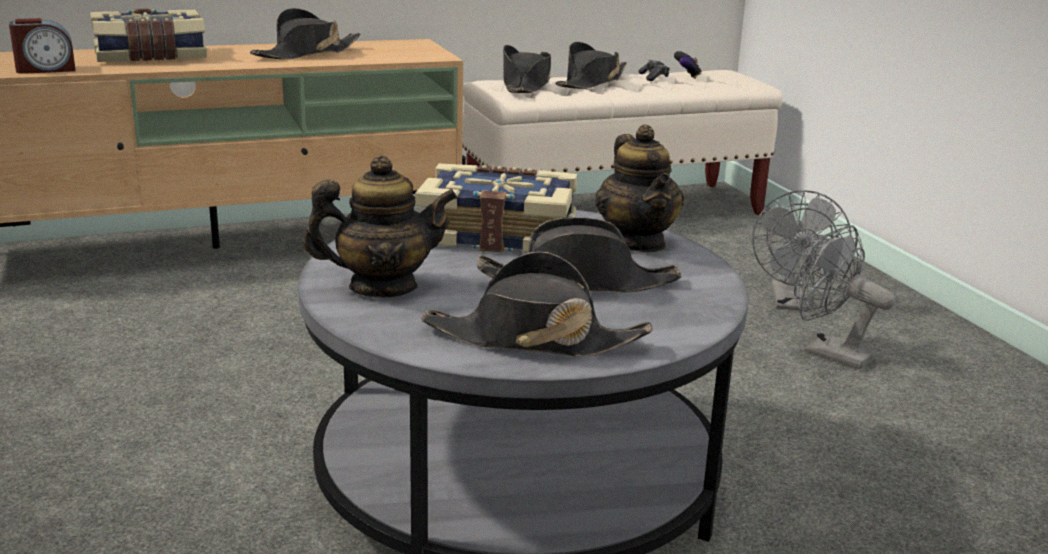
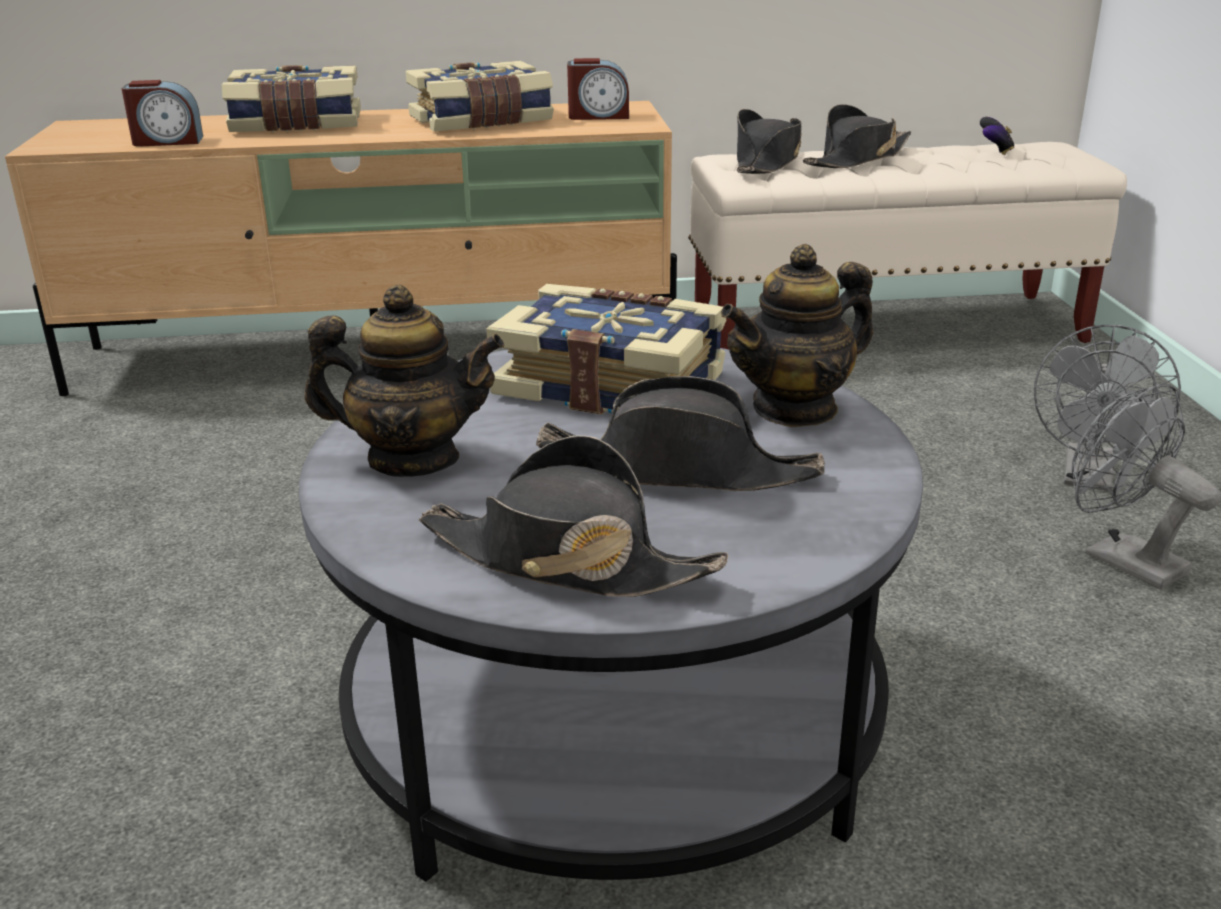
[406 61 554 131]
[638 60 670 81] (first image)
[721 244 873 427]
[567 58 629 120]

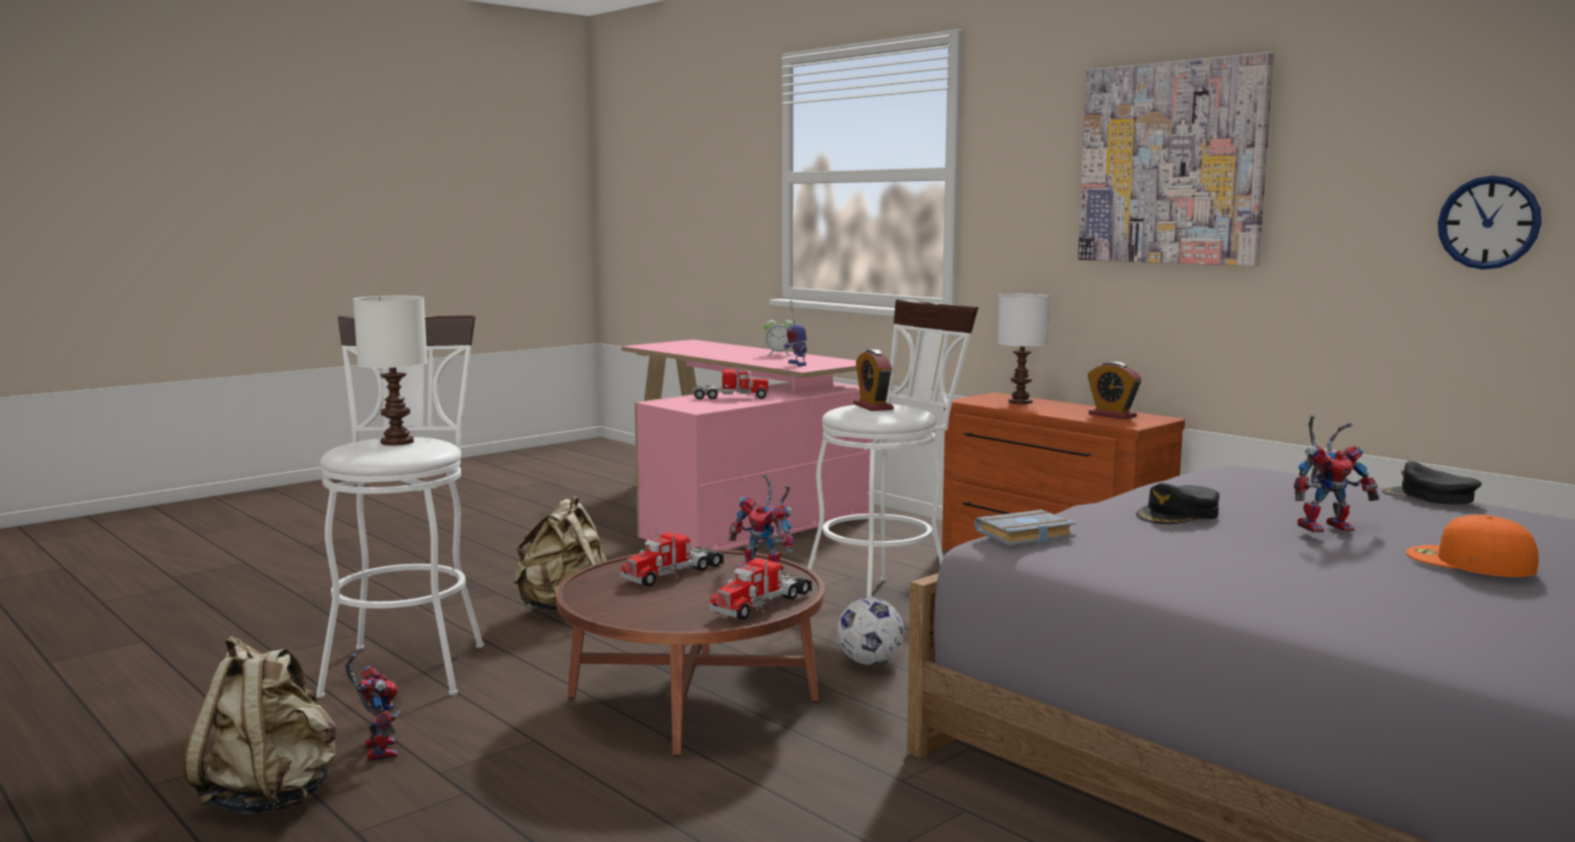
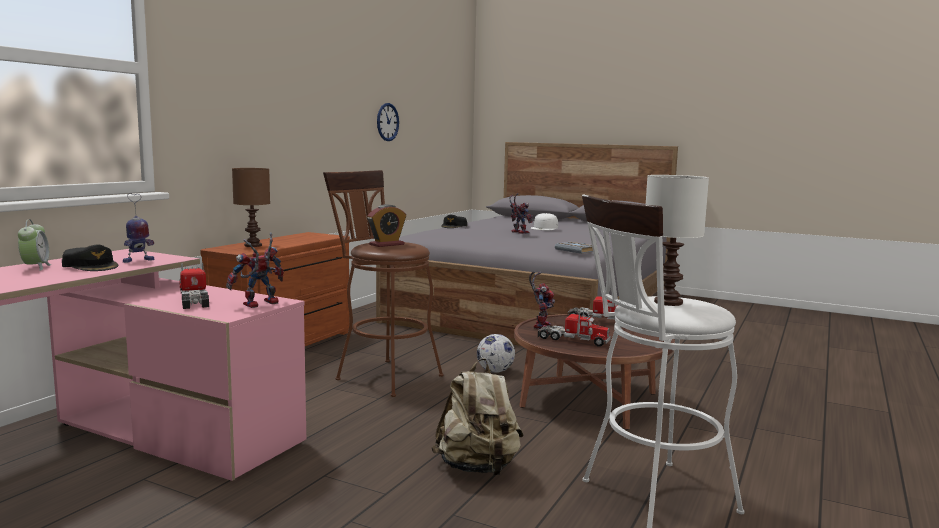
[1078 52 1274 266] (first image)
[232 168 270 247]
[323 170 444 397]
[1088 362 1142 419] (first image)
[62 244 119 271]
[531 213 558 230]
[184 636 336 814] (first image)
[226 233 284 308]

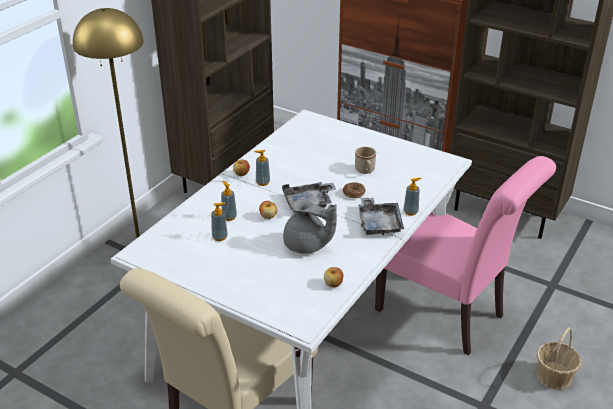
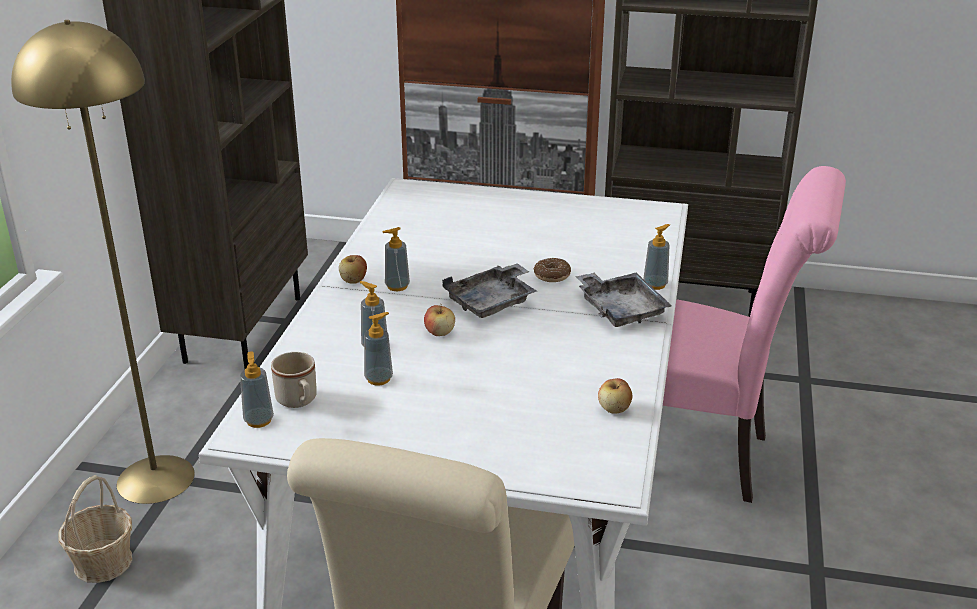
[271 352 317 408]
[283 199 337 254] (first image)
[58 475 132 583]
[240 351 274 428]

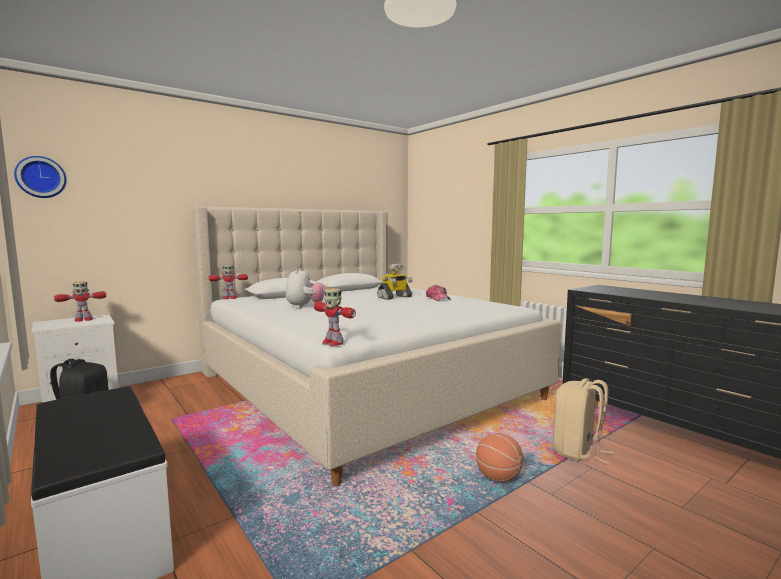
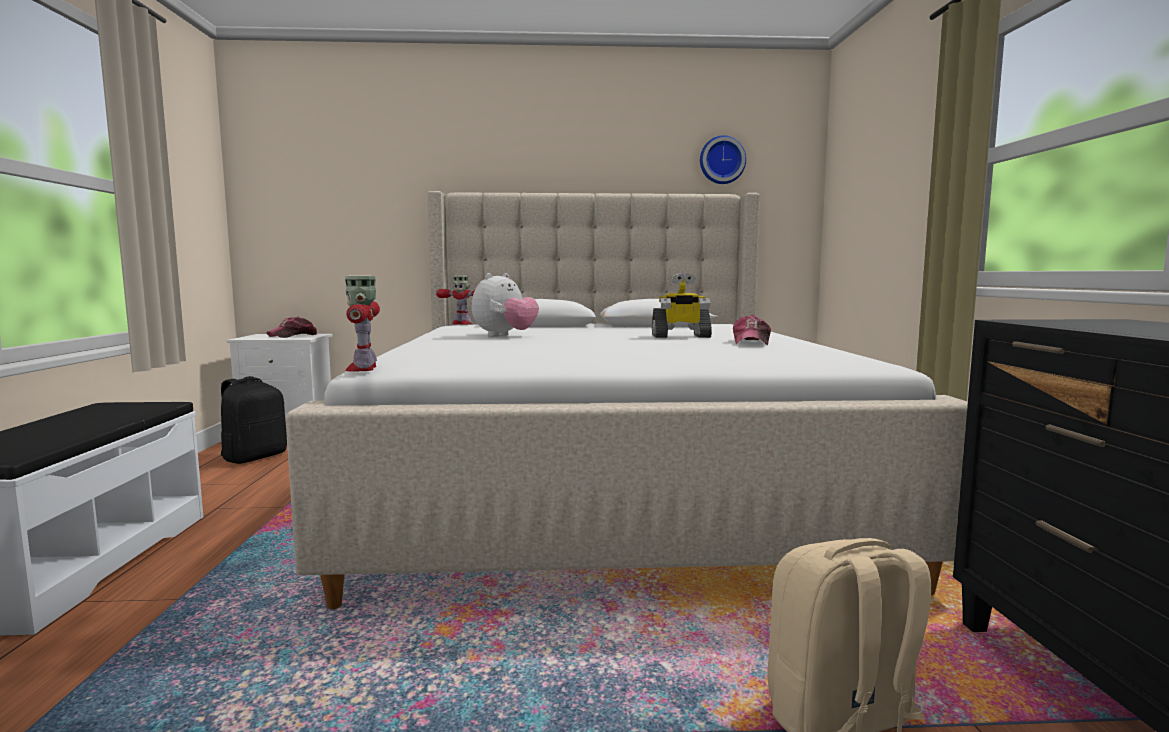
[700 135 746 184]
[267 317 317 338]
[476 433 523 482] (first image)

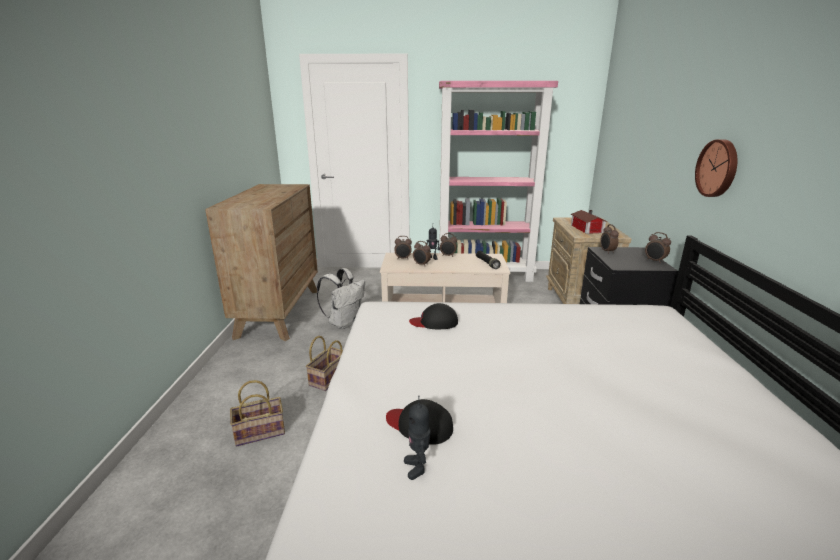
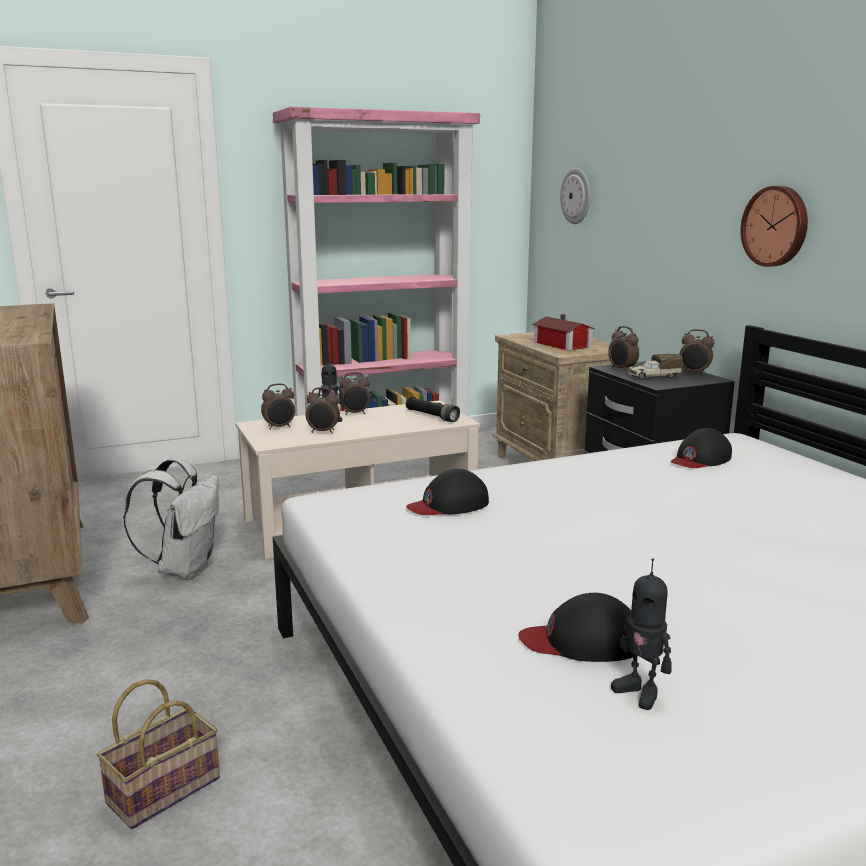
[306 336 343 391] (first image)
[560 168 591 224]
[628 354 683 380]
[671 428 732 468]

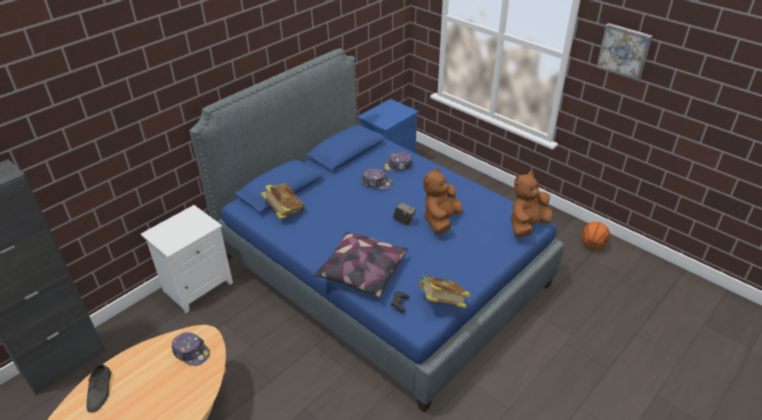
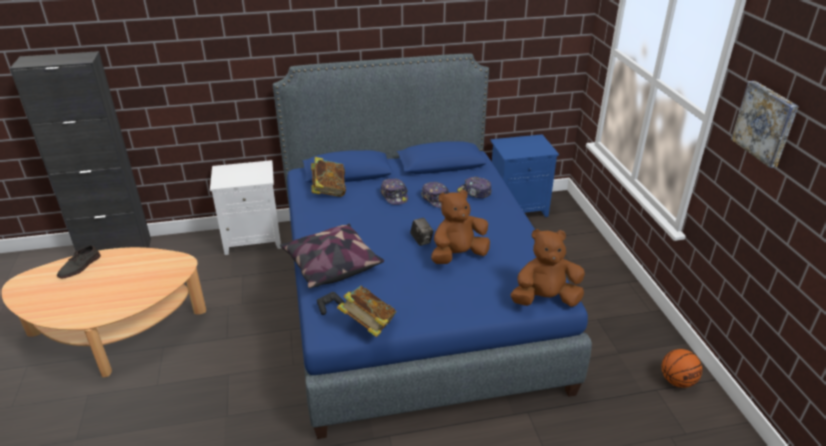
[380 178 408 205]

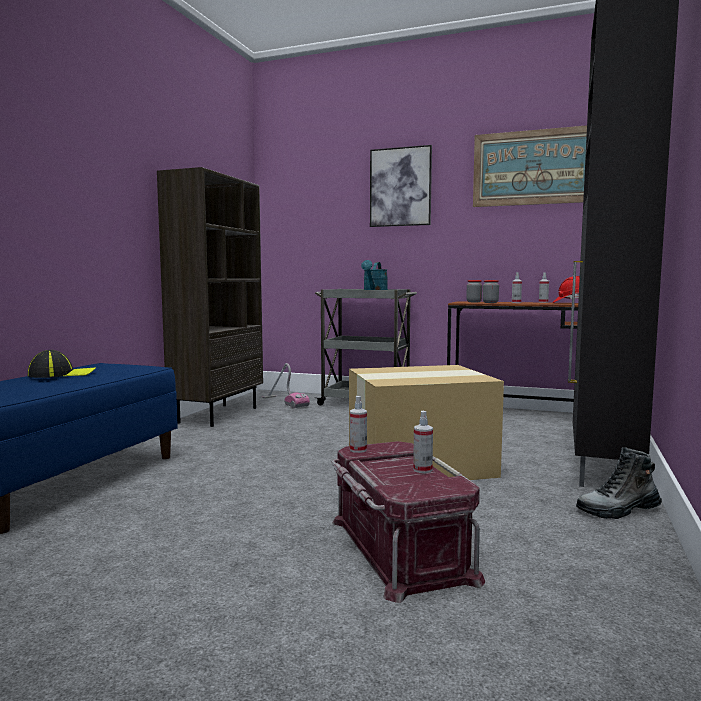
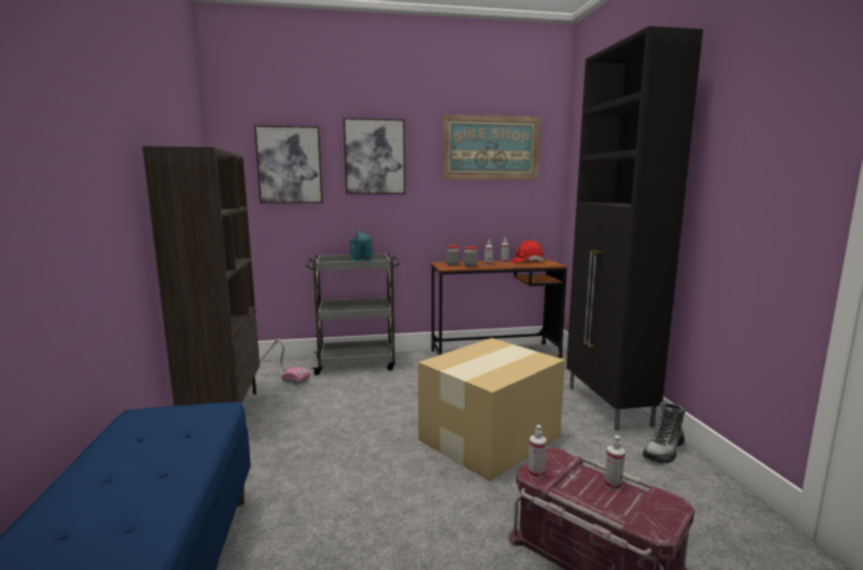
[28 350 96 378] (first image)
[254 125 323 203]

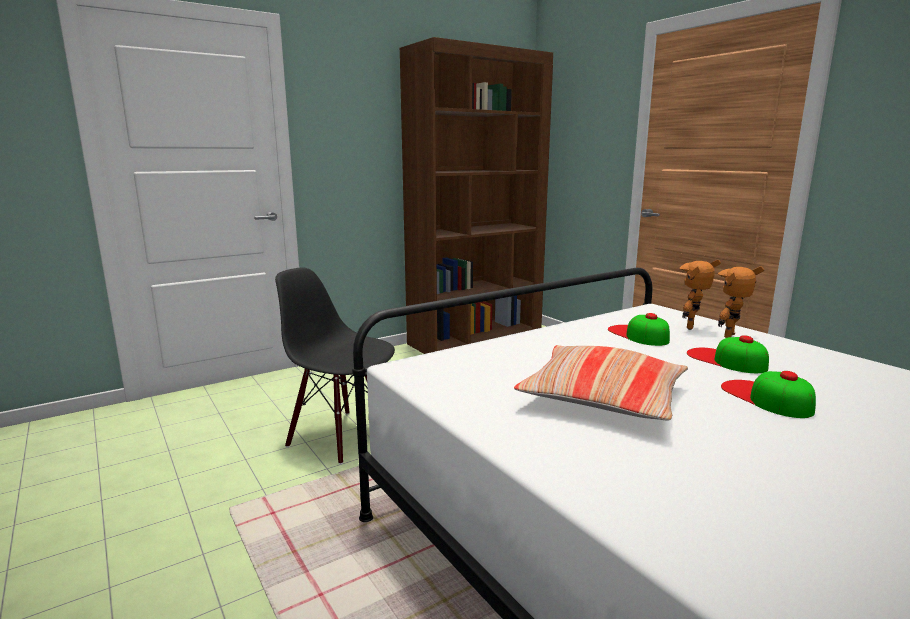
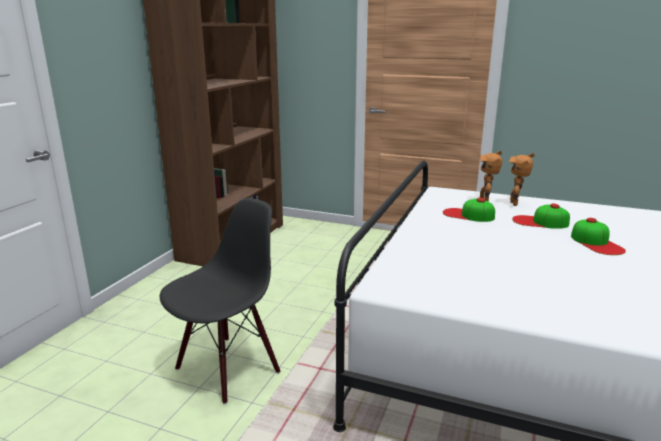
[160 198 280 405]
[514 345 688 421] (first image)
[571 218 626 255]

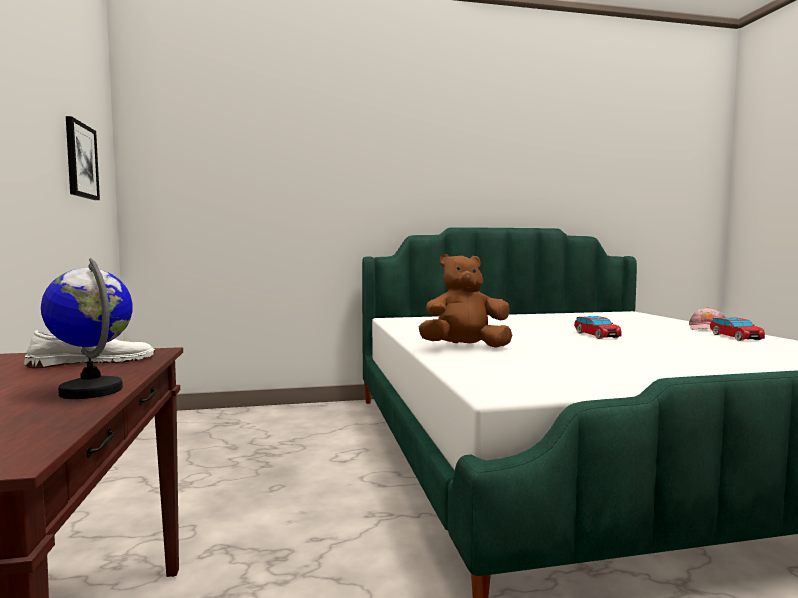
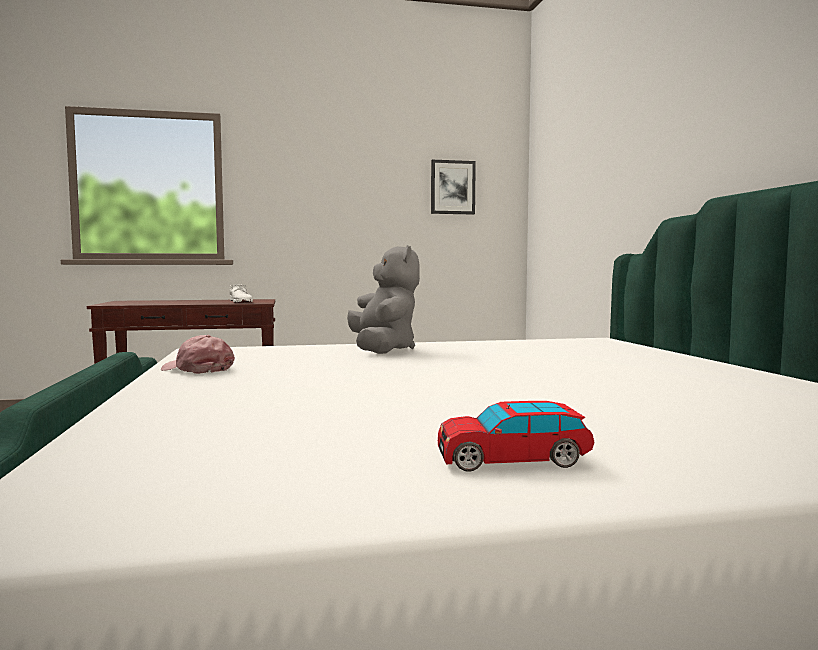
[347 245 420 354]
[41 258 133 399] (first image)
[161 335 235 374]
[574 316 622 339] (first image)

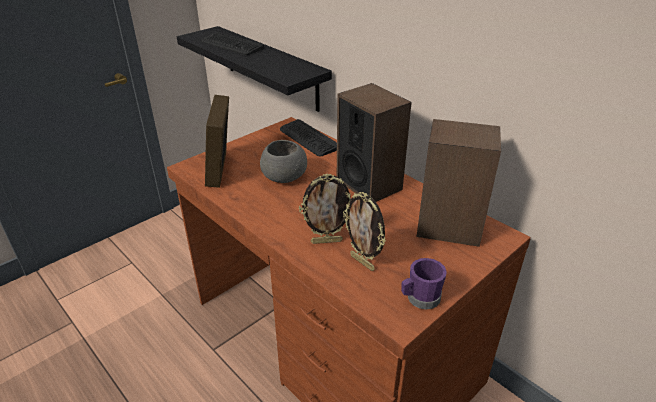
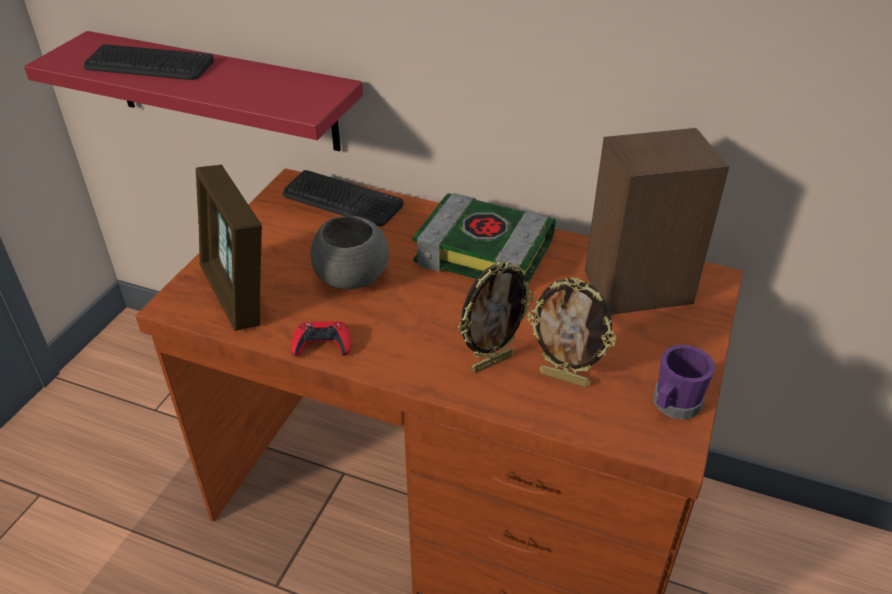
[24 31 363 151]
[413 193 556 283]
[291 321 351 357]

